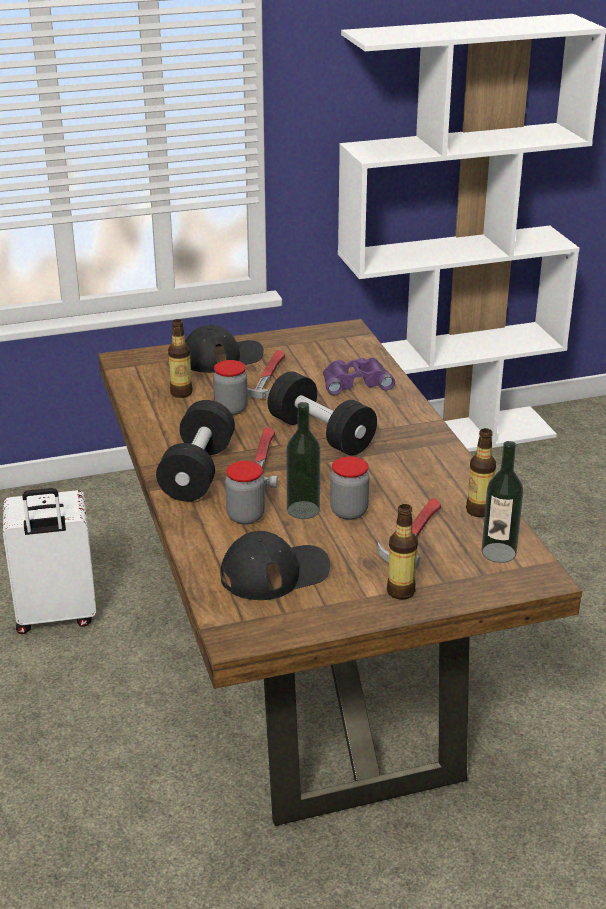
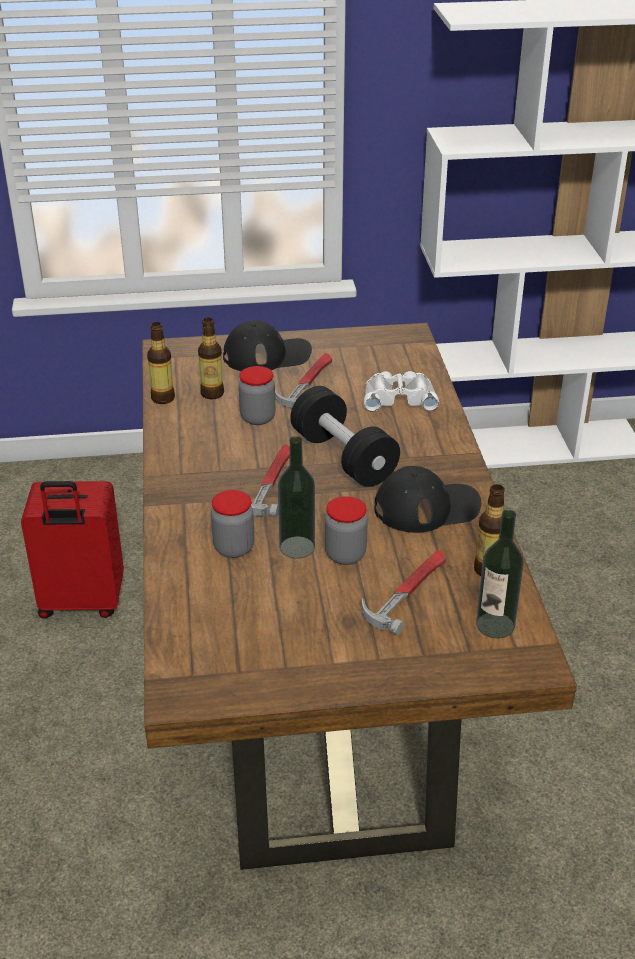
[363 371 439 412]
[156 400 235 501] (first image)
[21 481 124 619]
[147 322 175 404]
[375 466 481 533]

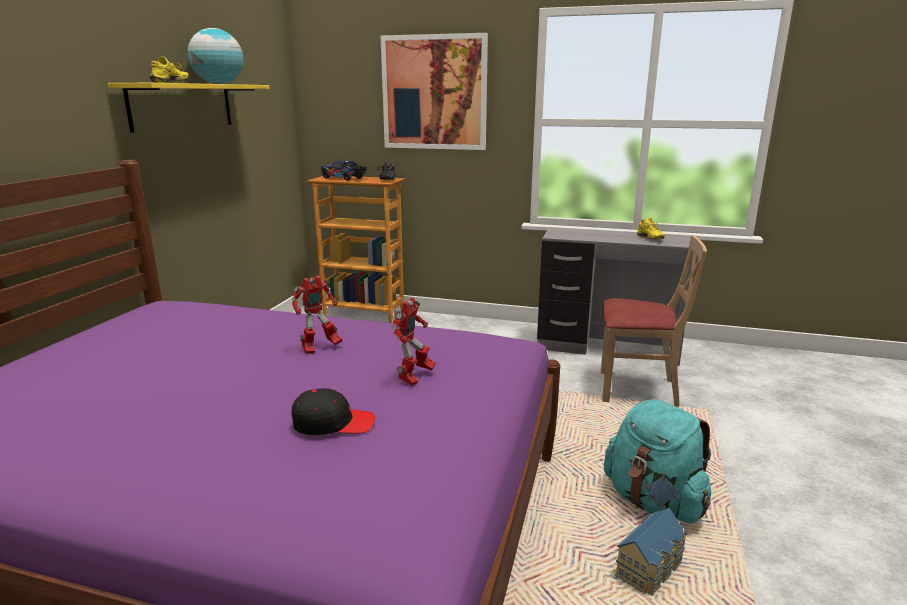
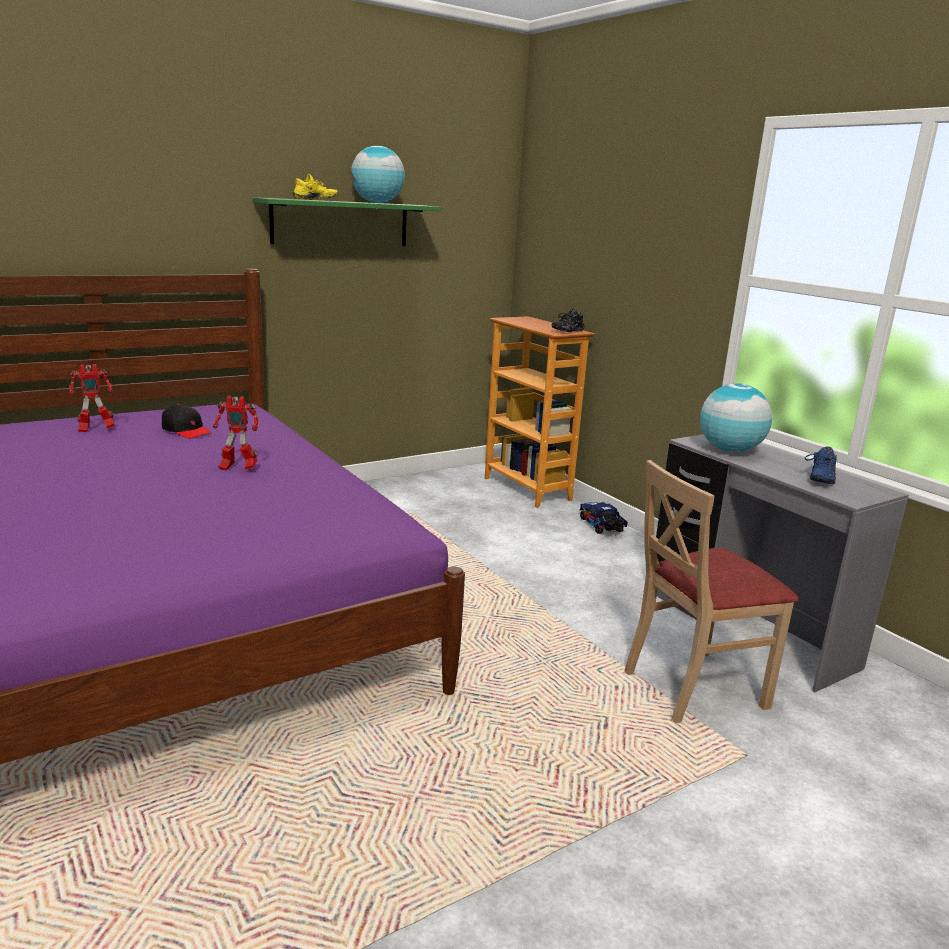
[380 33 488 150] (first image)
[252 197 441 246]
[580 502 628 534]
[805 447 837 484]
[624 460 799 723]
[69 364 115 433]
[162 404 212 438]
[604 399 711 524] (first image)
[615 508 688 596] (first image)
[700 384 772 453]

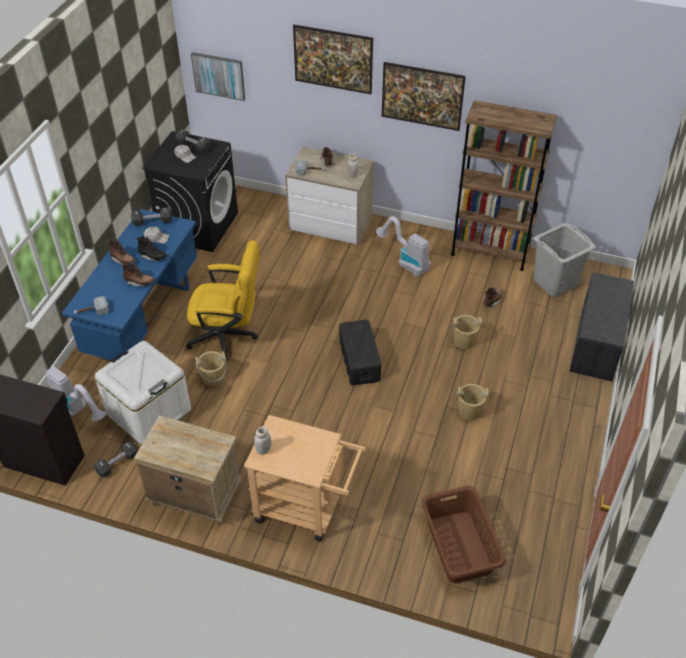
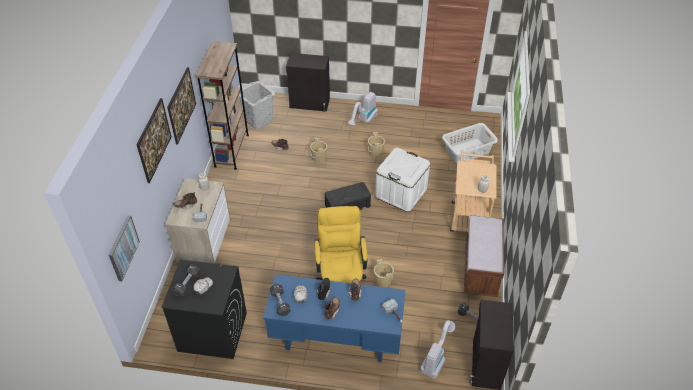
[347 92 378 125]
[286 53 330 112]
[375 148 430 212]
[464 215 504 296]
[442 123 498 163]

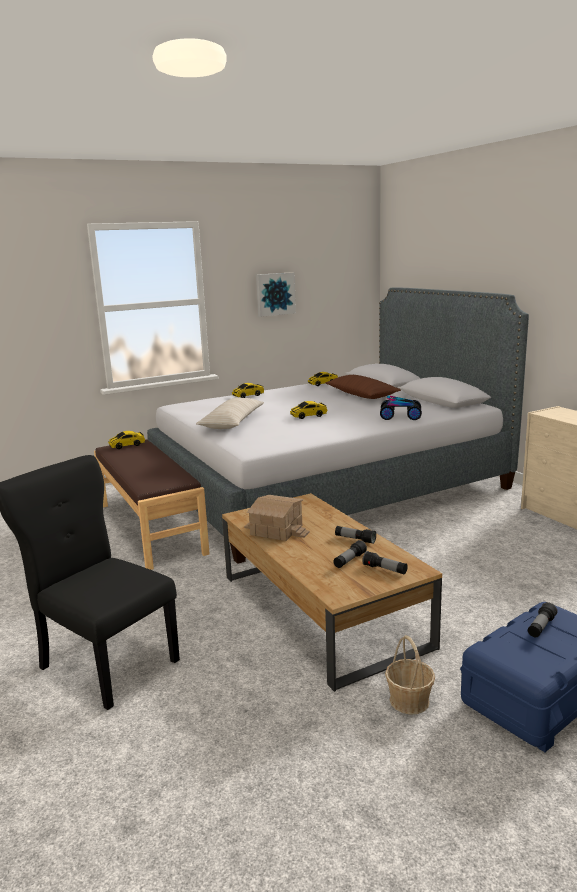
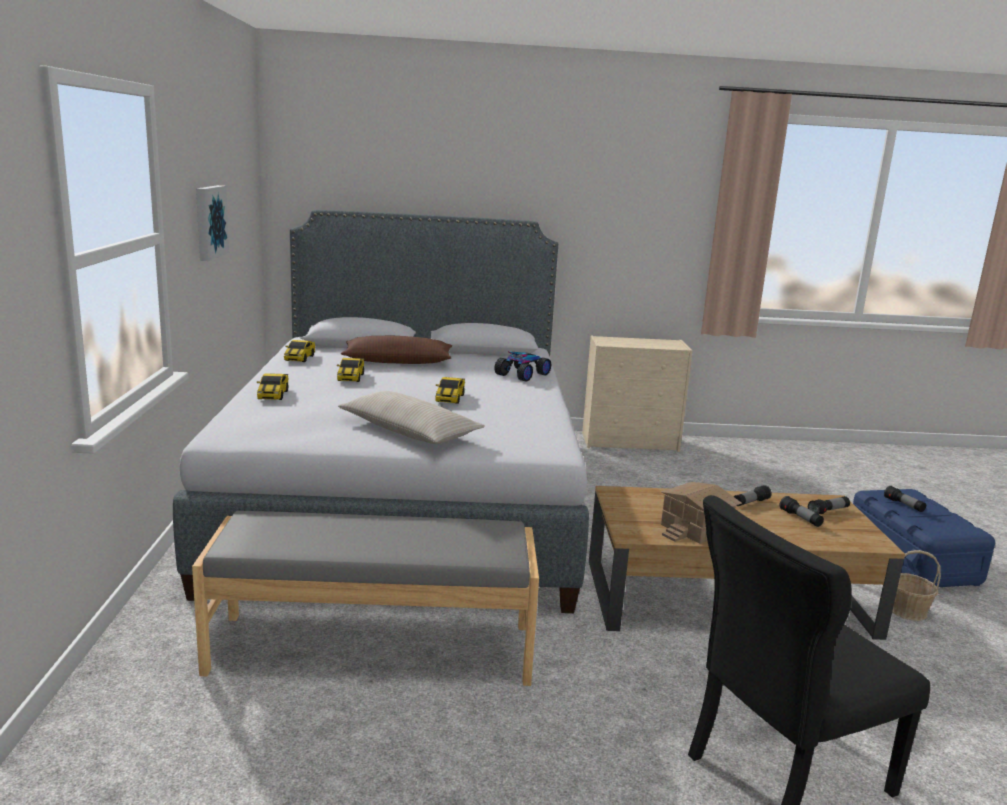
[337 358 364 382]
[192 511 539 686]

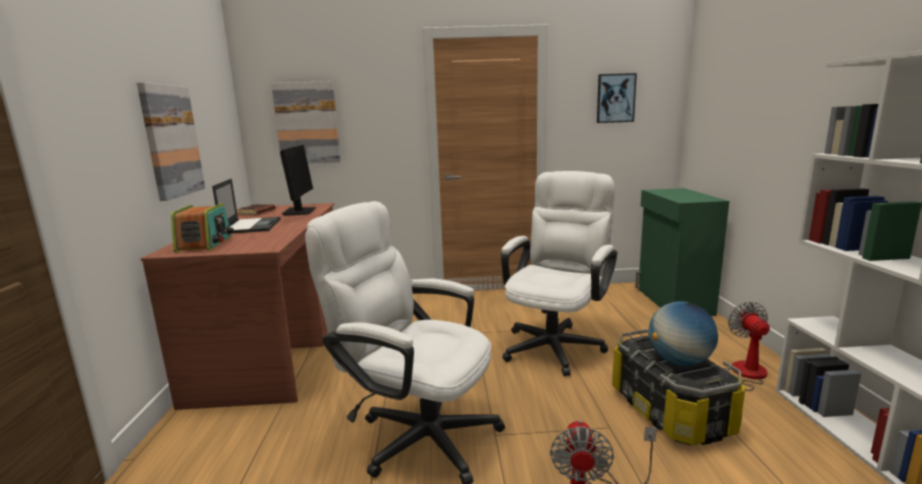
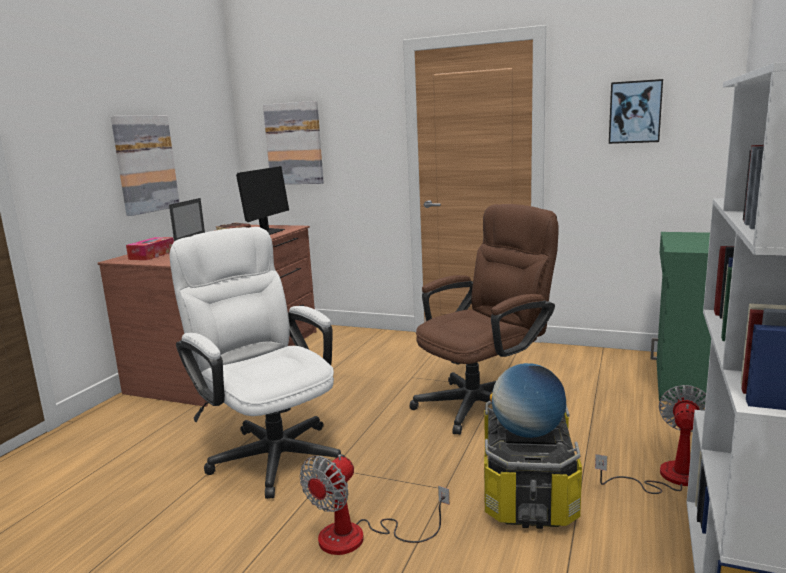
[410 204 559 435]
[126 237 174 260]

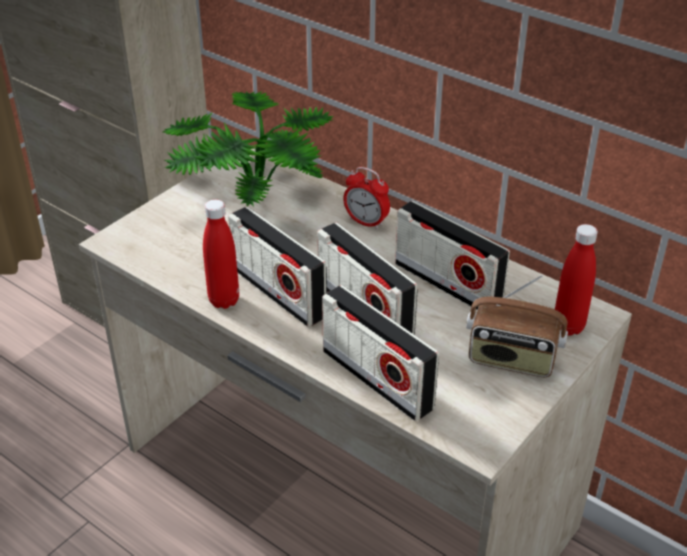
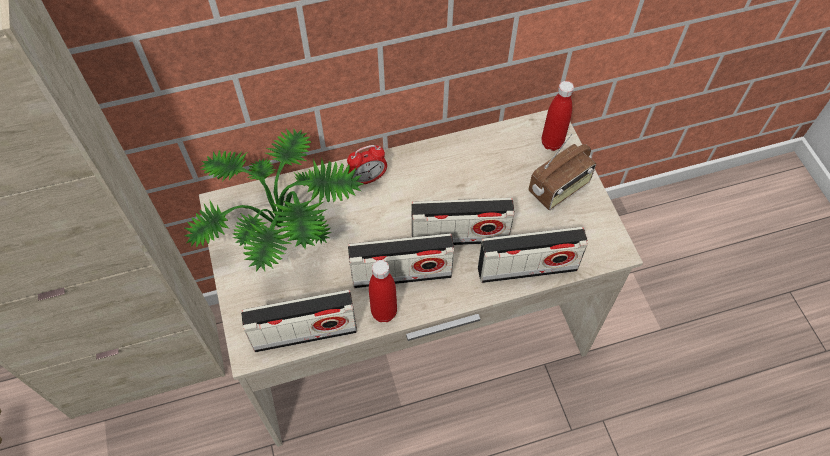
[241 290 357 352]

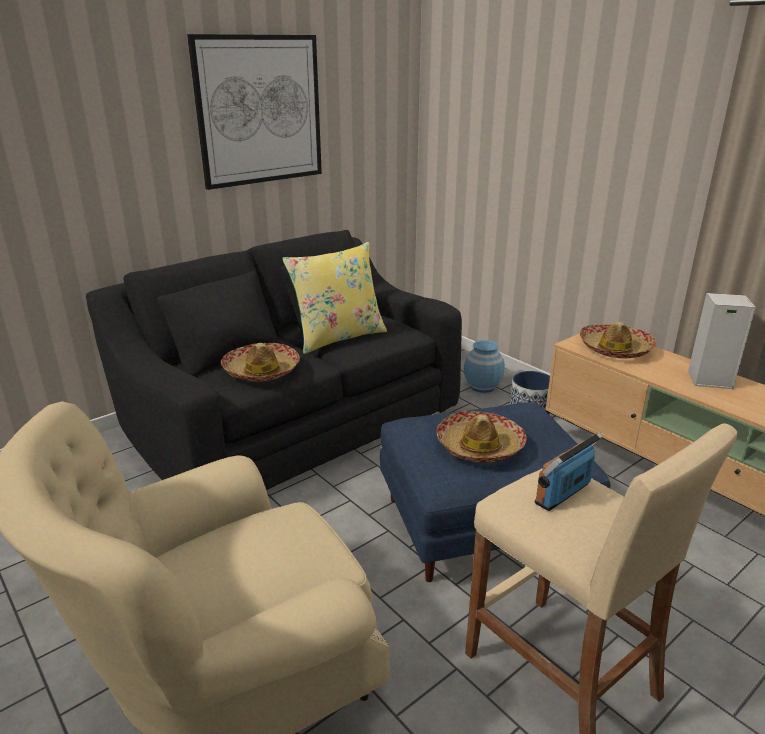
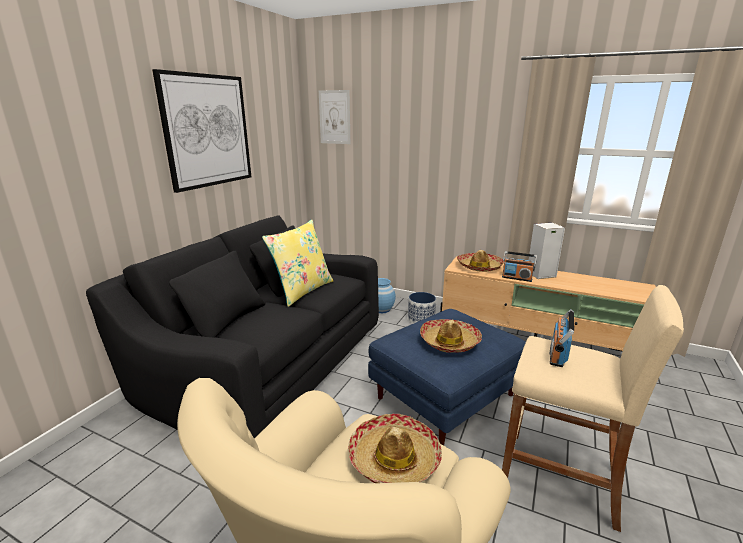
[348 414 442 483]
[319 90 350 144]
[502 251 537 282]

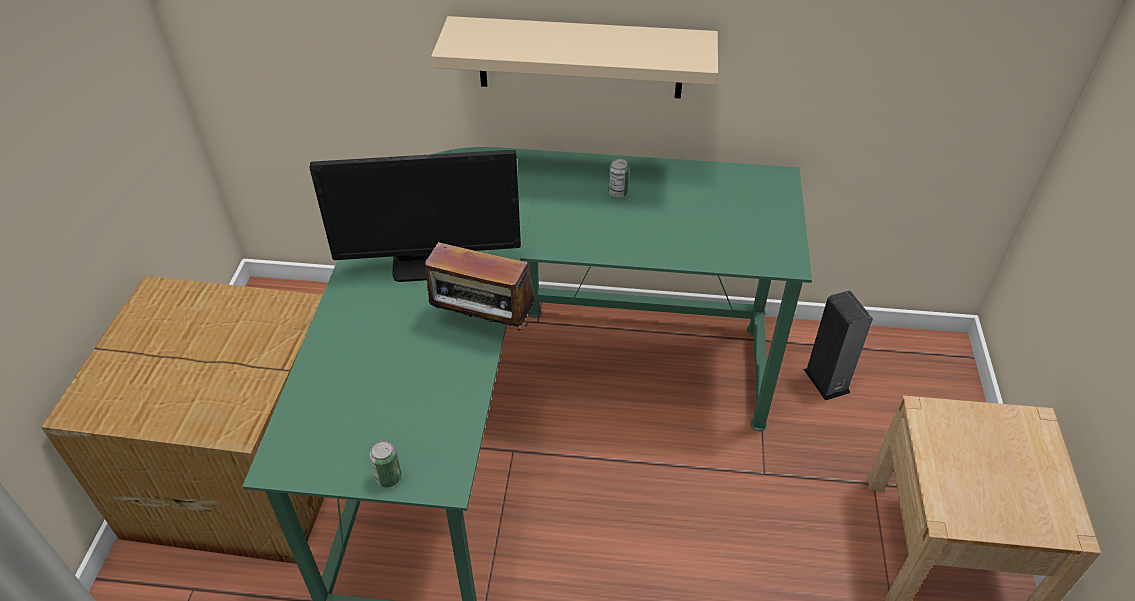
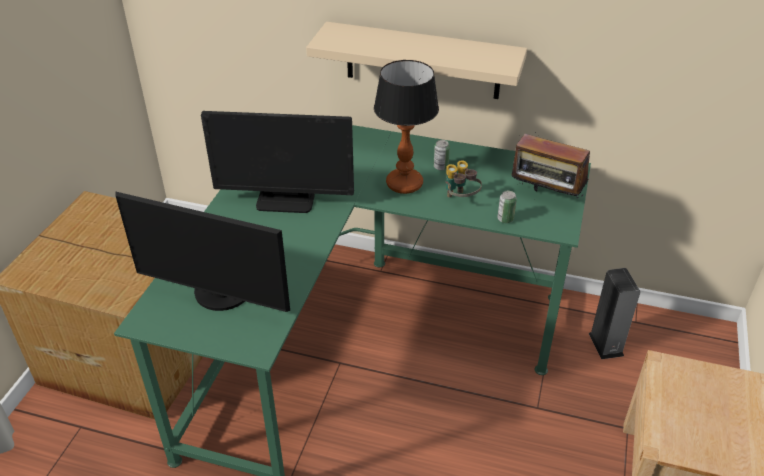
[511 127 590 200]
[497 191 517 223]
[374 60 439 194]
[446 160 482 197]
[115 191 290 312]

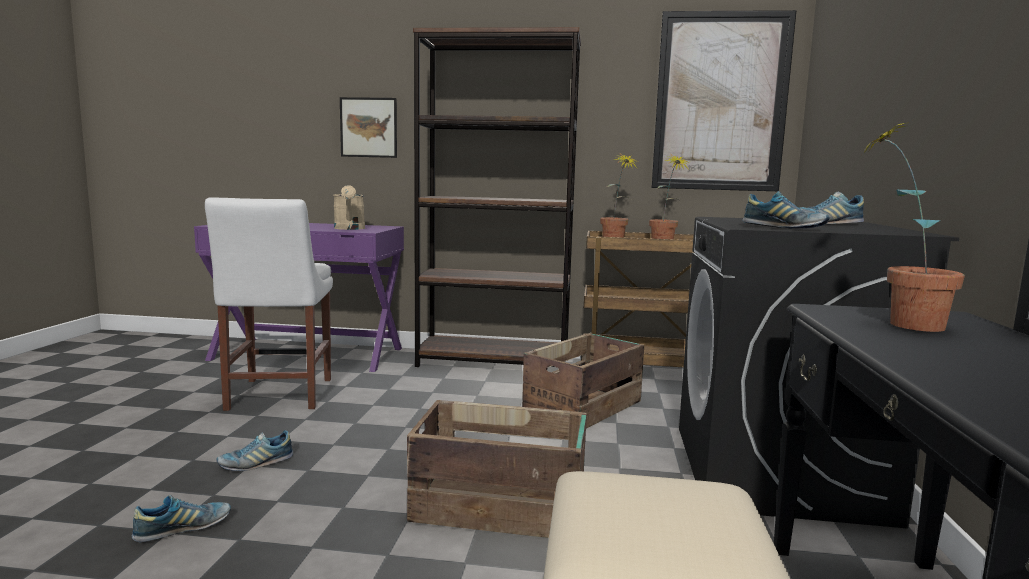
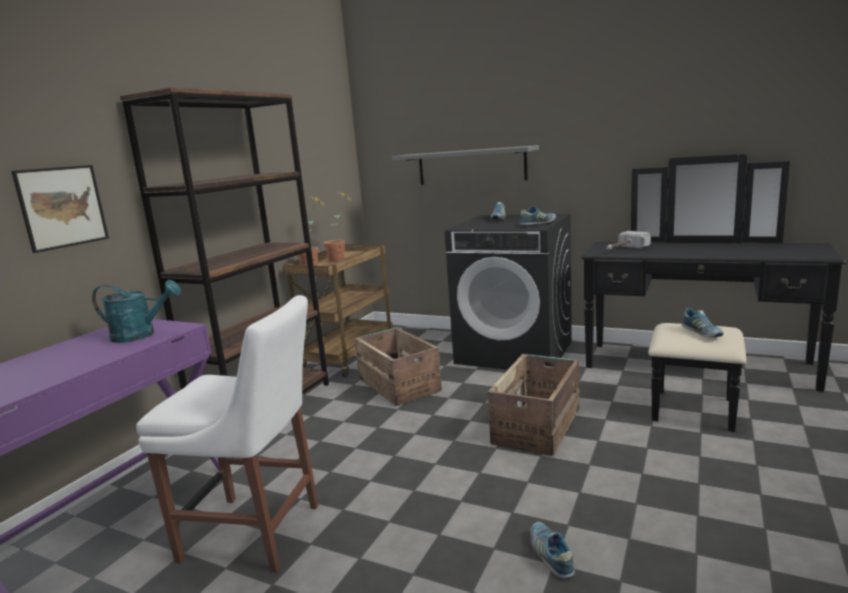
[652 10 796 191] (first image)
[606 231 651 249]
[92 280 181 343]
[682 308 723 337]
[392 145 539 185]

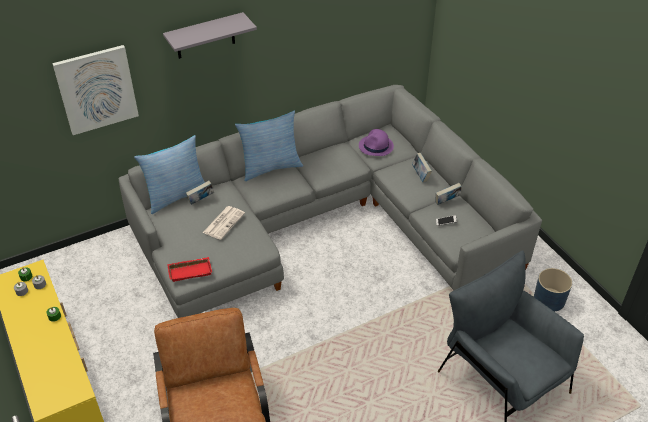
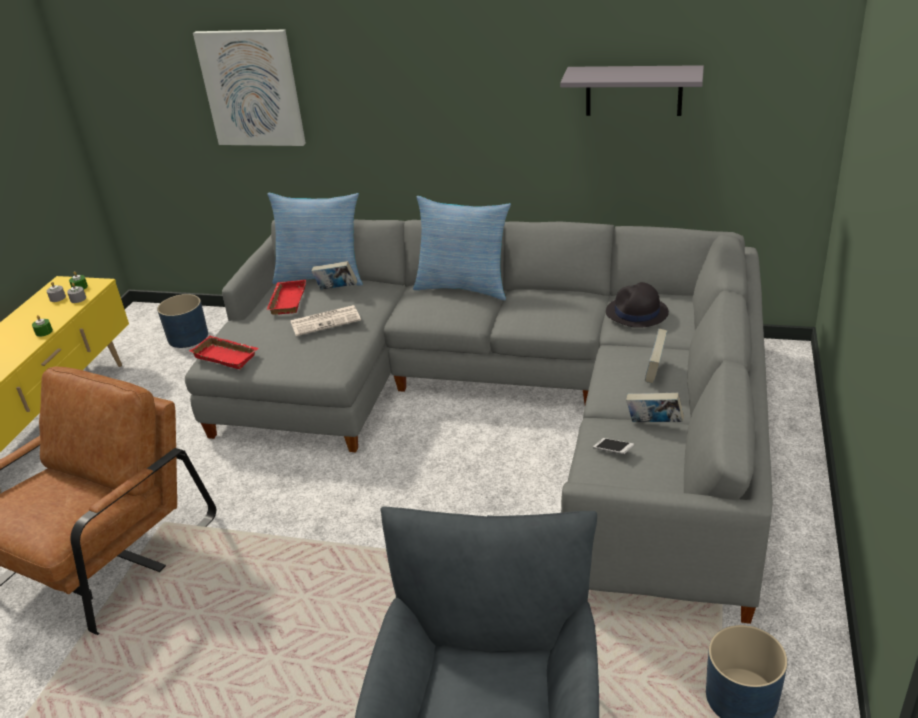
[560 65 704 116]
[606 282 669 328]
[267 280 306 315]
[157 294 208 348]

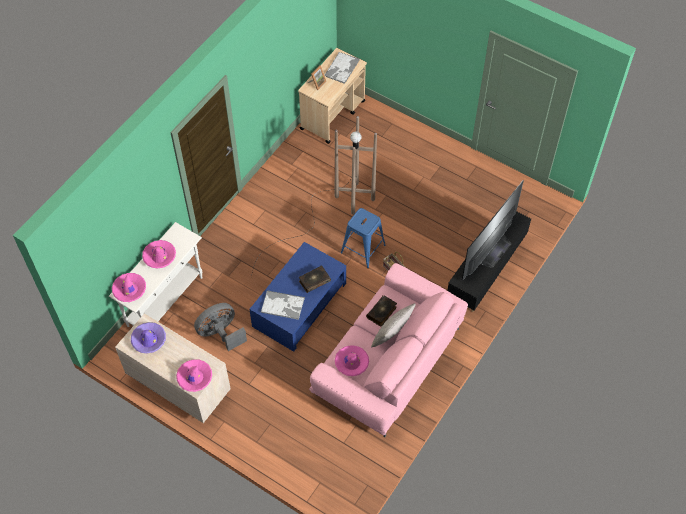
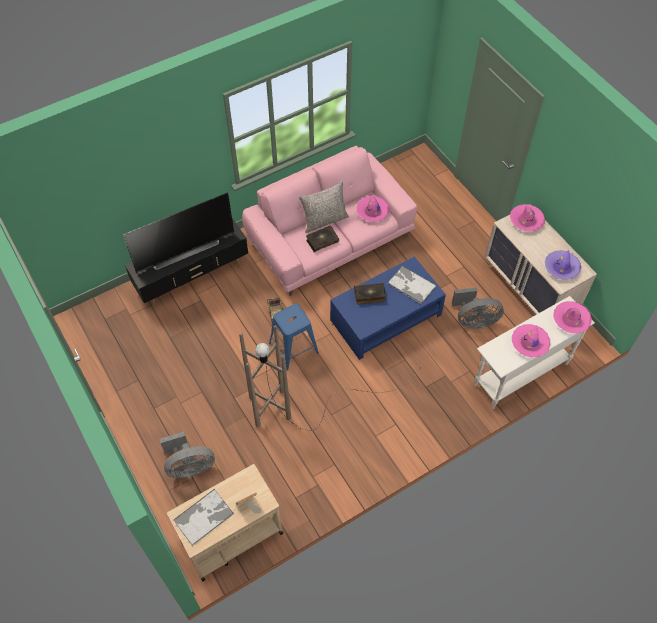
[160 432 215 478]

